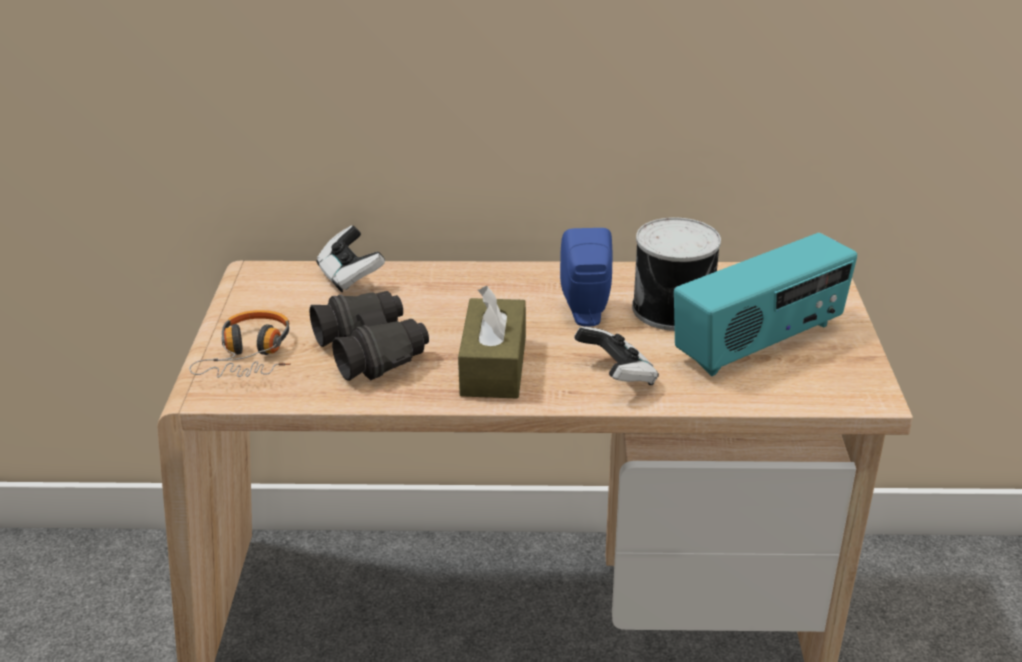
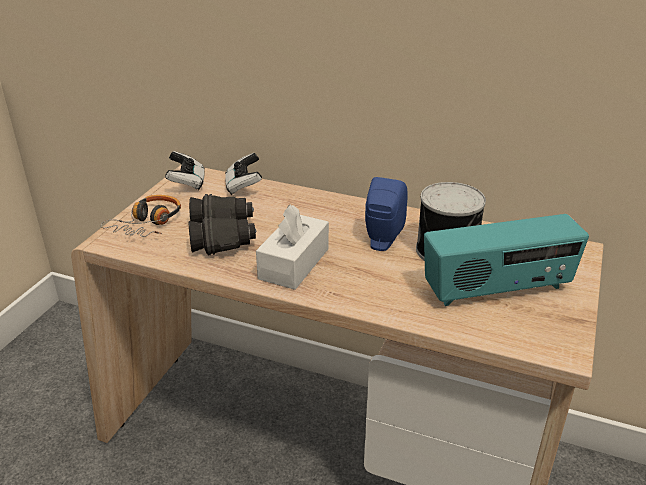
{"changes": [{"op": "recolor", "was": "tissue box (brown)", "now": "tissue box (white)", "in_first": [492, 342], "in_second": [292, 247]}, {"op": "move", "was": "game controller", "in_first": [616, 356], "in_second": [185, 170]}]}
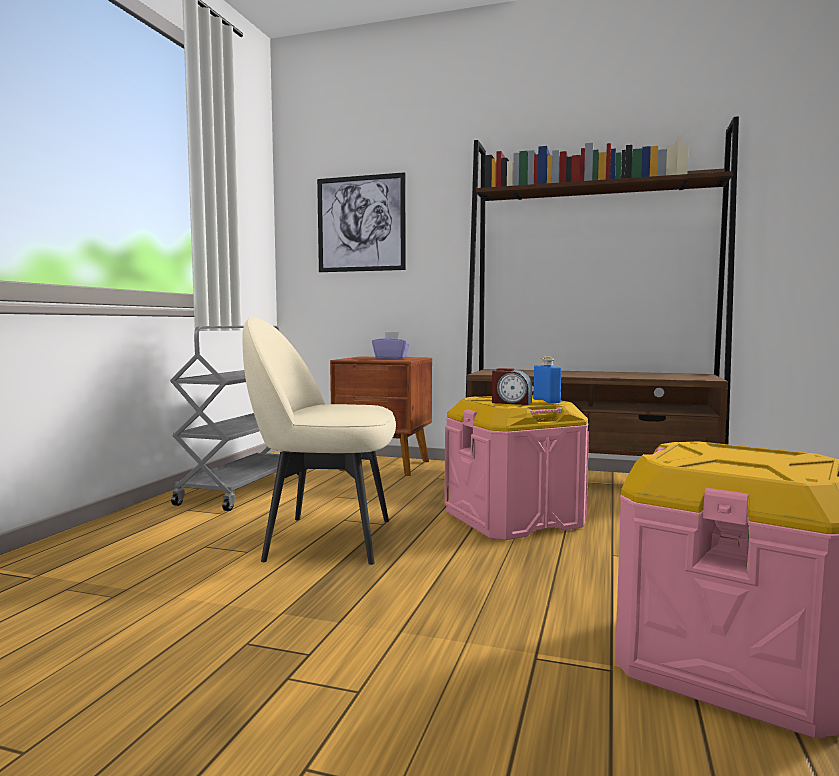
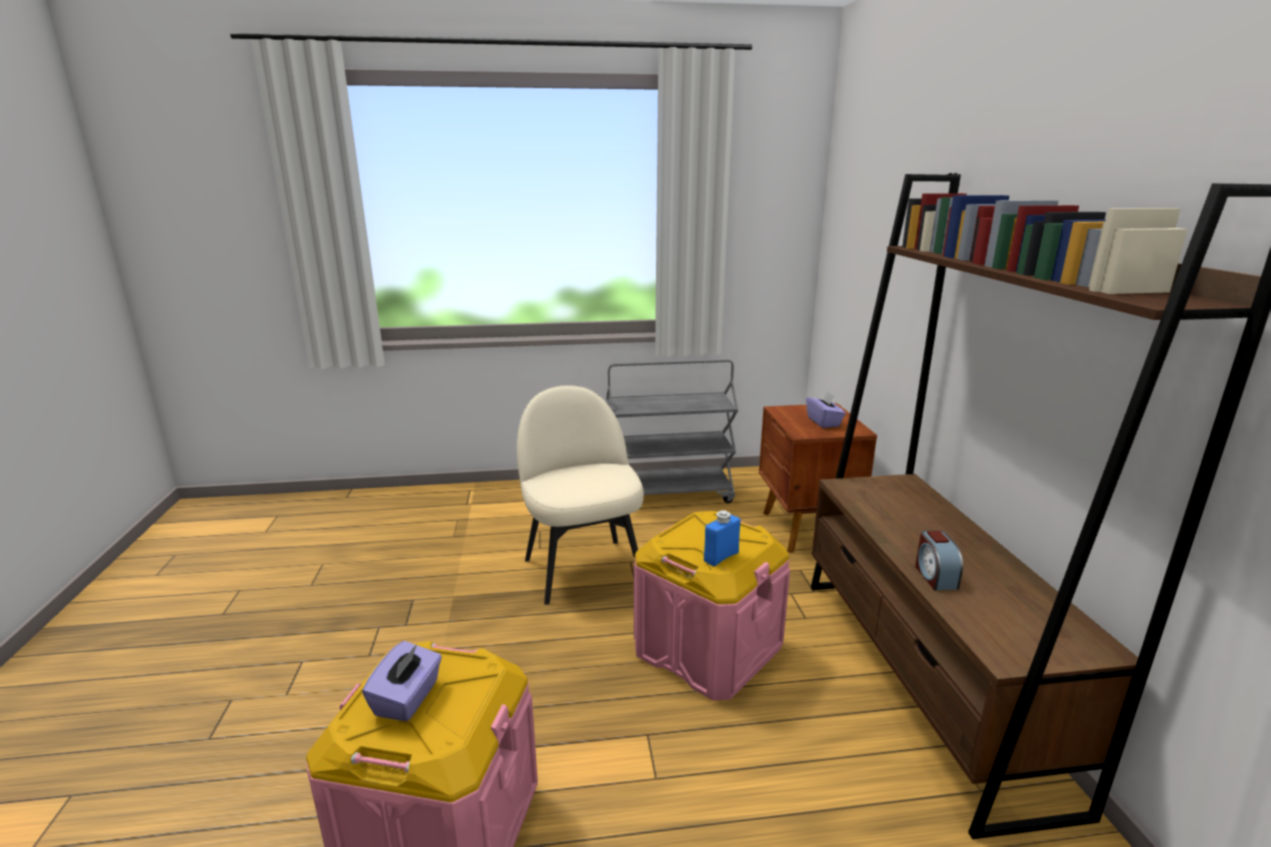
{"changes": [{"op": "delete", "was": "picture", "in_first": [361, 222]}, {"op": "move", "was": "alarm clock", "in_first": [512, 386], "in_second": [939, 560]}, {"op": "insert", "now": "tissue box (purple)", "in_second": [402, 681]}]}
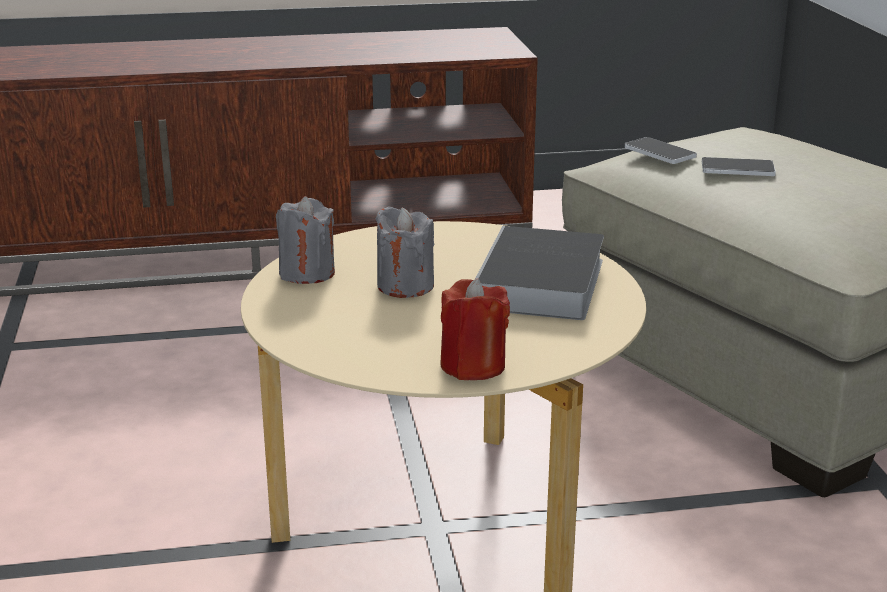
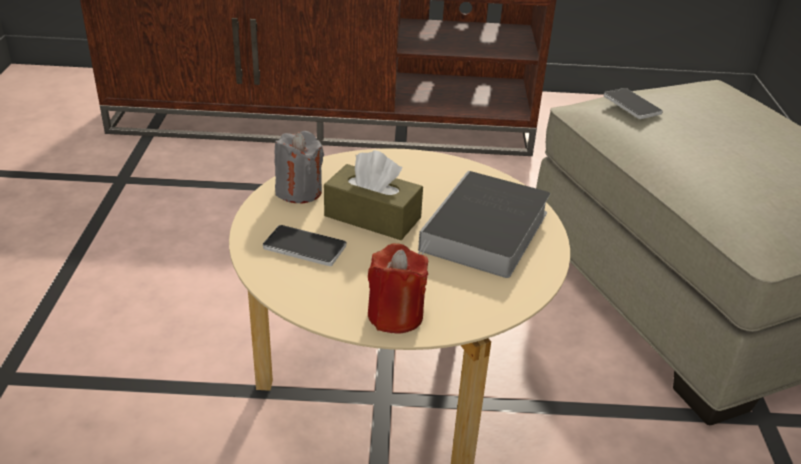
{"changes": [{"op": "move", "was": "phone", "in_first": [739, 166], "in_second": [304, 245]}, {"op": "replace", "was": "candle (grey)", "now": "tissue box (brown)", "in_first": [404, 252], "in_second": [373, 195]}]}
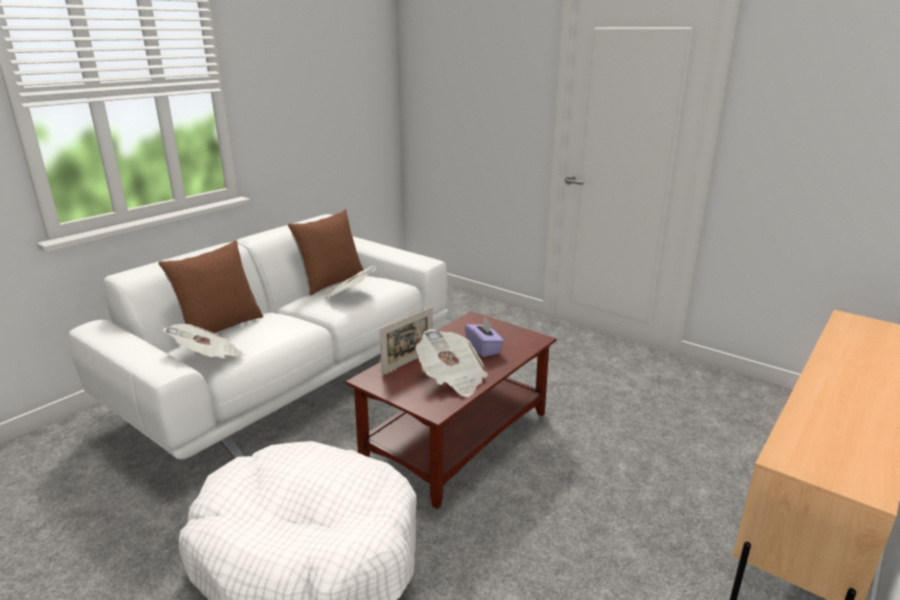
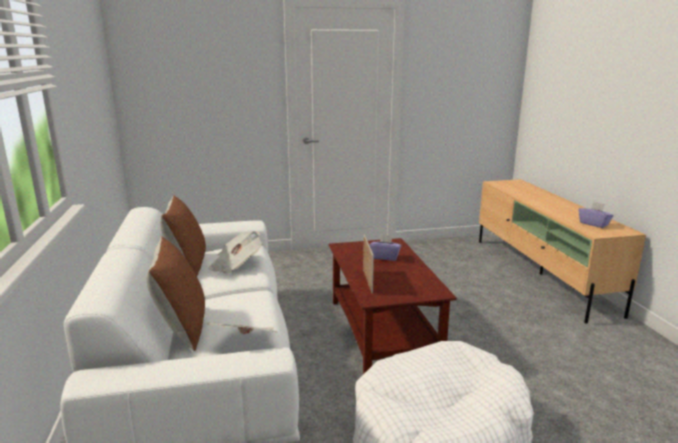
{"changes": [{"op": "delete", "was": "newspaper", "in_first": [452, 363]}, {"op": "insert", "now": "tissue box (purple)", "in_second": [596, 215]}]}
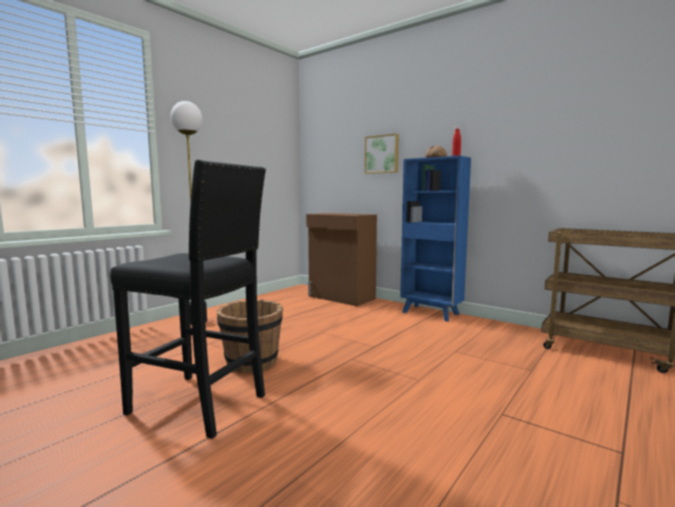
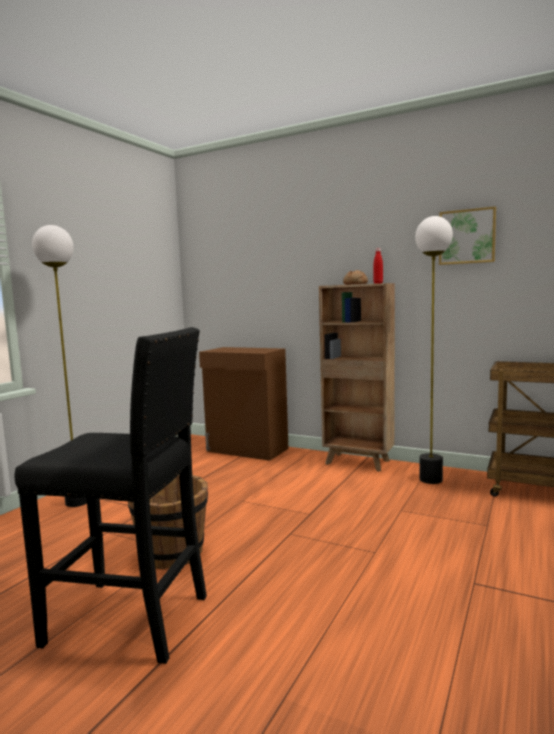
{"changes": [{"op": "move", "was": "picture", "in_first": [382, 153], "in_second": [467, 235]}, {"op": "recolor", "was": "bookcase (blue)", "now": "bookcase (brown)", "in_first": [435, 239], "in_second": [357, 377]}, {"op": "insert", "now": "floor lamp", "in_second": [434, 350]}]}
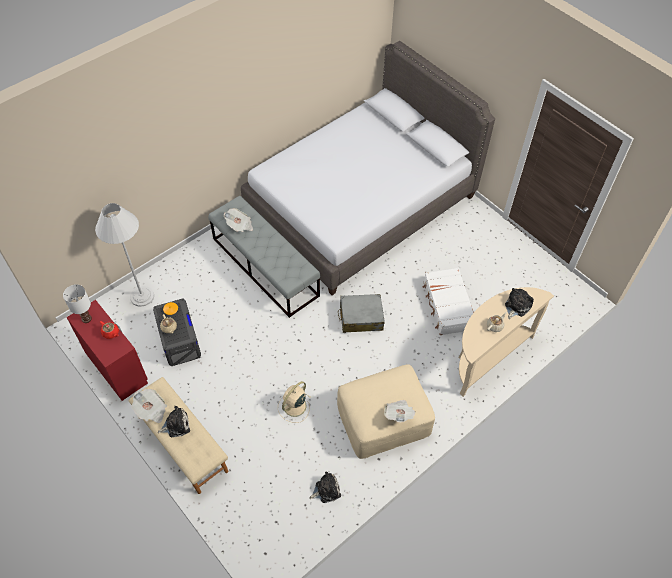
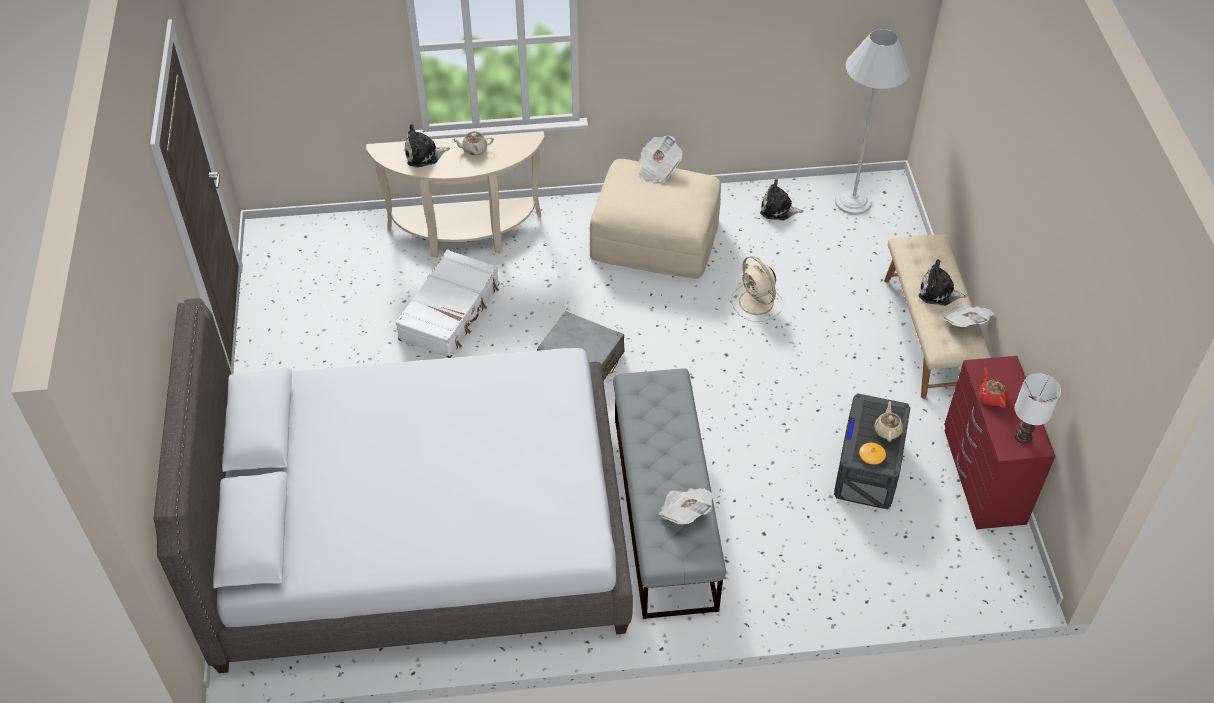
{"changes": [{"op": "move", "was": "floor lamp (white)", "in_first": [124, 255], "in_second": [872, 121]}, {"op": "rotate", "was": "fan (beige)", "in_first": [294, 402], "in_second": [757, 289], "clockwise": 75}]}
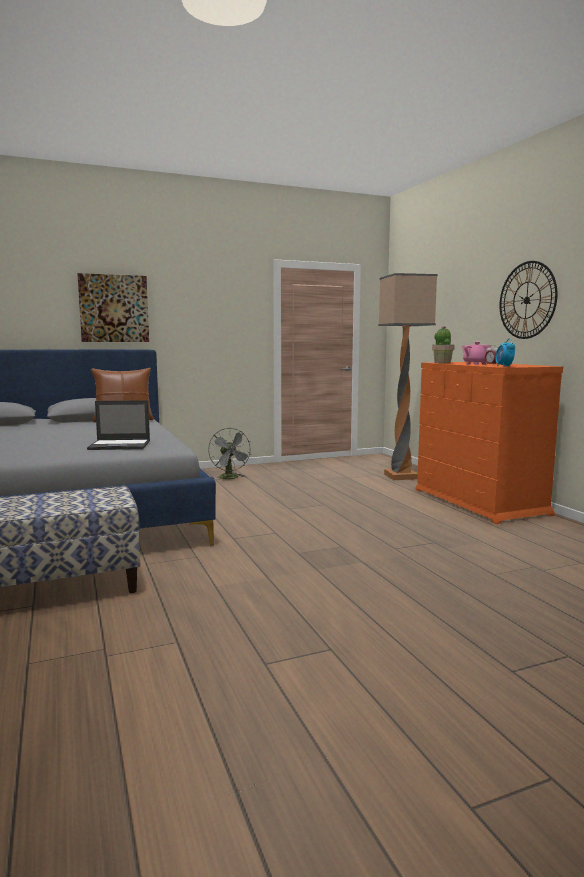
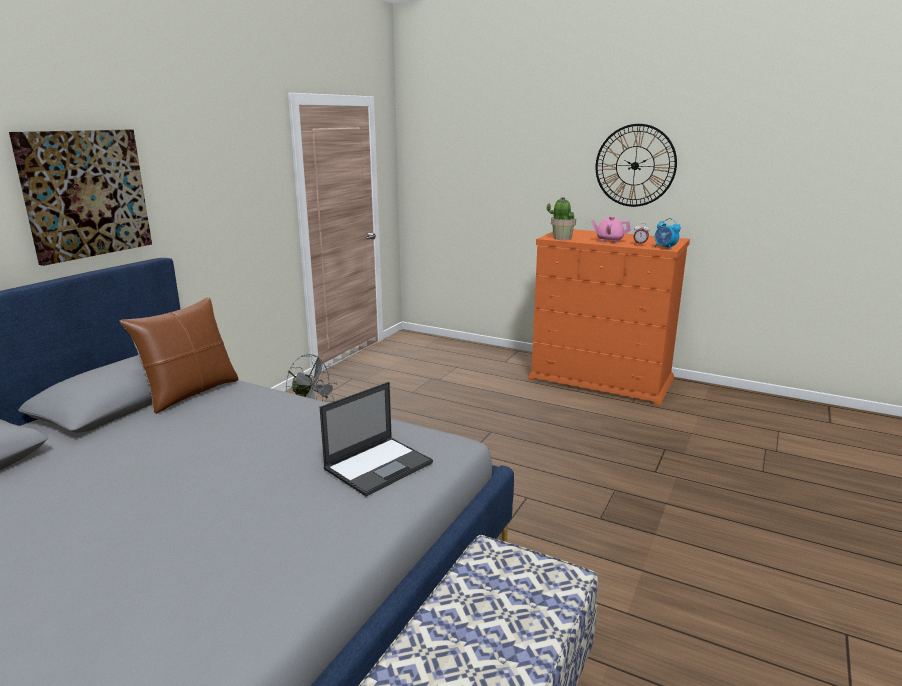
{"changes": [{"op": "delete", "was": "floor lamp", "in_first": [408, 376]}]}
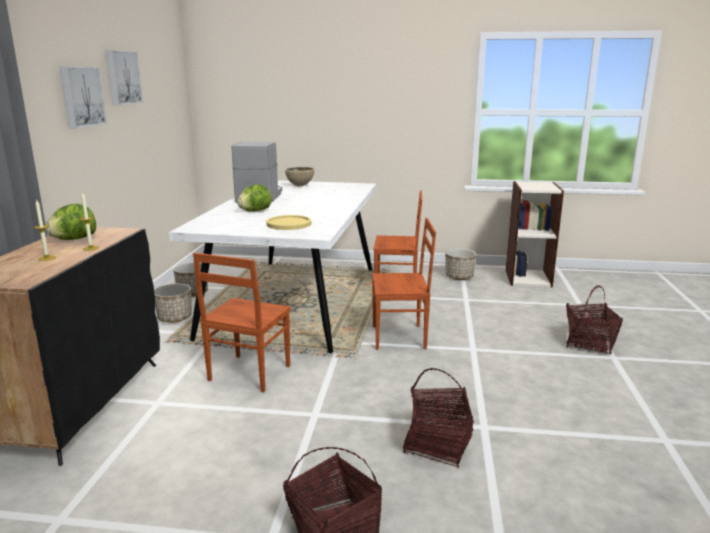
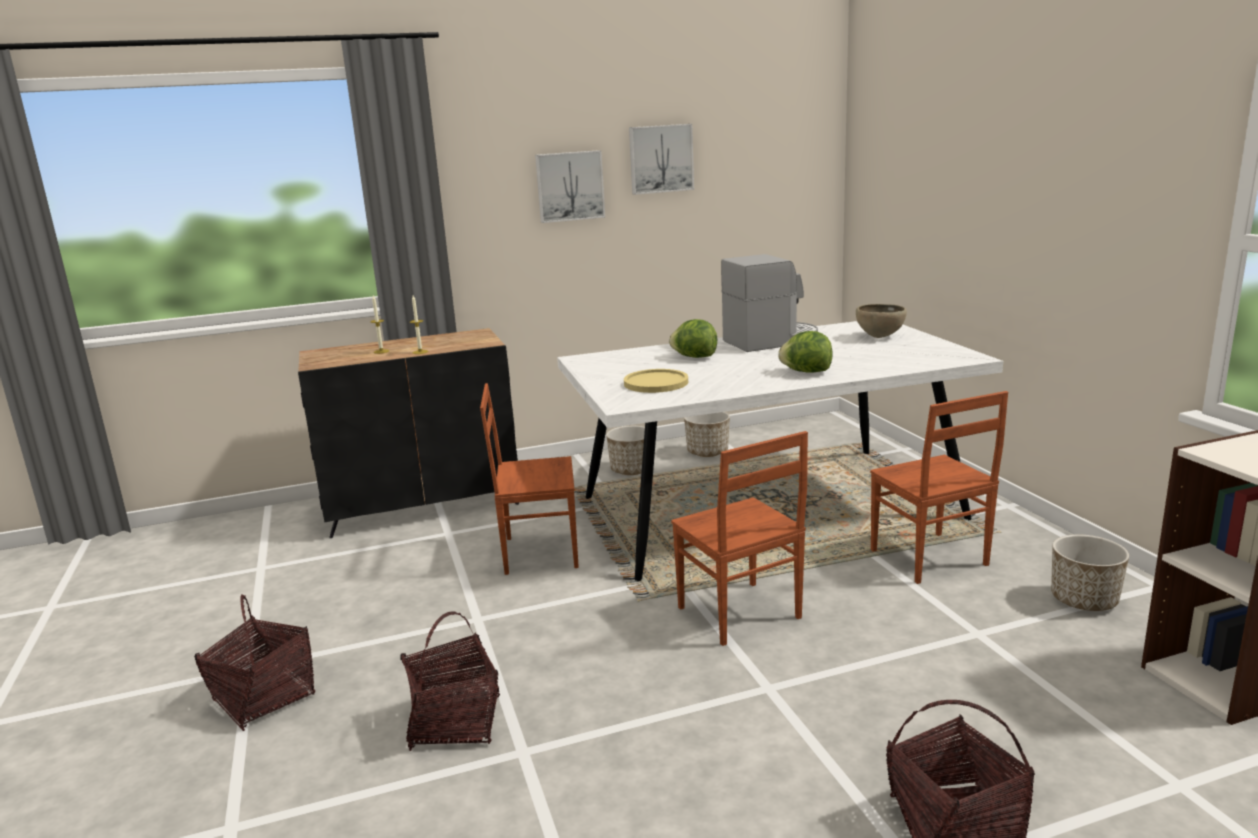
{"changes": [{"op": "move", "was": "lettuce", "in_first": [71, 221], "in_second": [805, 352]}]}
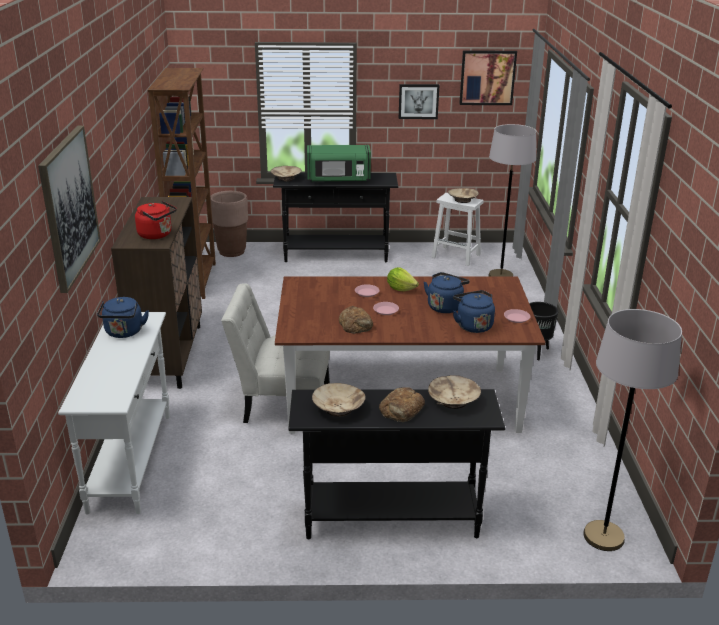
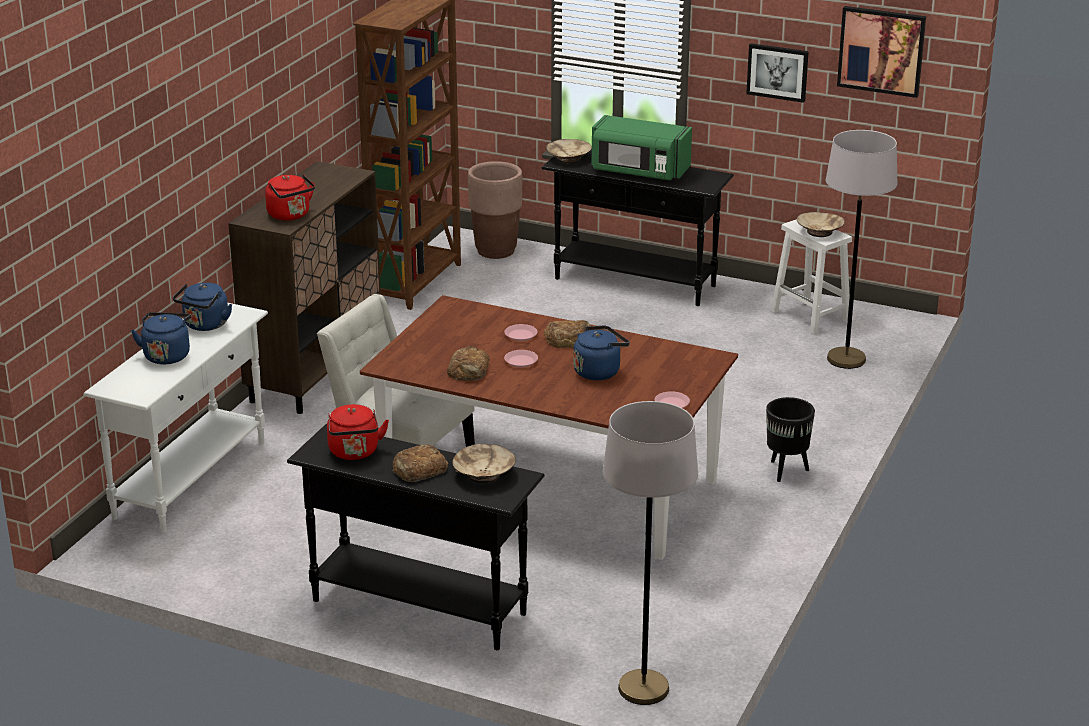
{"changes": [{"op": "delete", "was": "picture", "in_first": [69, 209]}, {"op": "replace", "was": "lettuce", "now": "bread", "in_first": [403, 279], "in_second": [567, 334]}, {"op": "move", "was": "kettle (blue)", "in_first": [474, 311], "in_second": [161, 338]}, {"op": "replace", "was": "bowl (beige)", "now": "kettle (red)", "in_first": [339, 400], "in_second": [358, 432]}]}
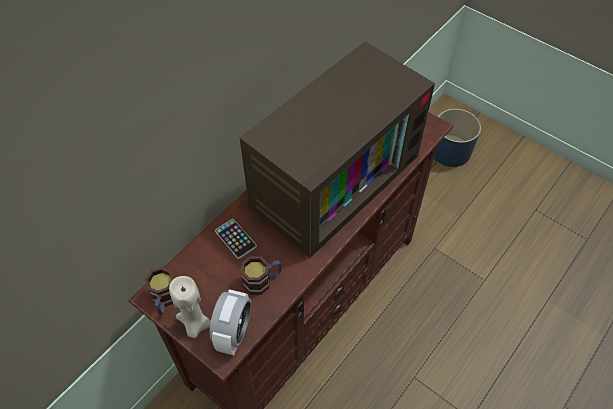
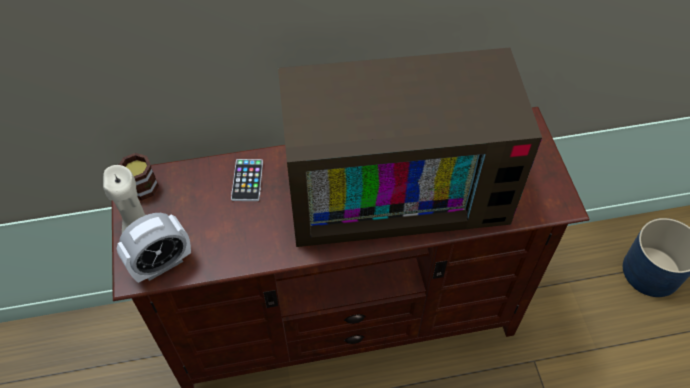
{"changes": [{"op": "delete", "was": "mug", "in_first": [261, 275]}]}
